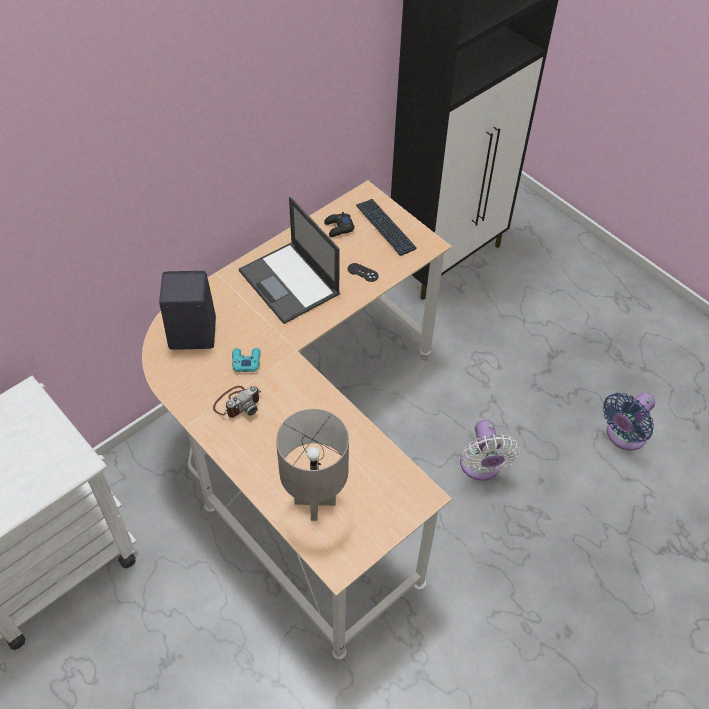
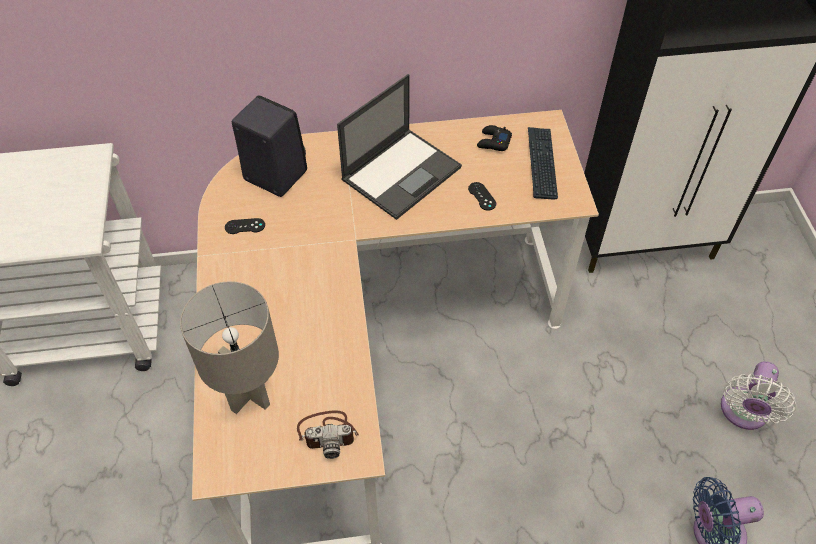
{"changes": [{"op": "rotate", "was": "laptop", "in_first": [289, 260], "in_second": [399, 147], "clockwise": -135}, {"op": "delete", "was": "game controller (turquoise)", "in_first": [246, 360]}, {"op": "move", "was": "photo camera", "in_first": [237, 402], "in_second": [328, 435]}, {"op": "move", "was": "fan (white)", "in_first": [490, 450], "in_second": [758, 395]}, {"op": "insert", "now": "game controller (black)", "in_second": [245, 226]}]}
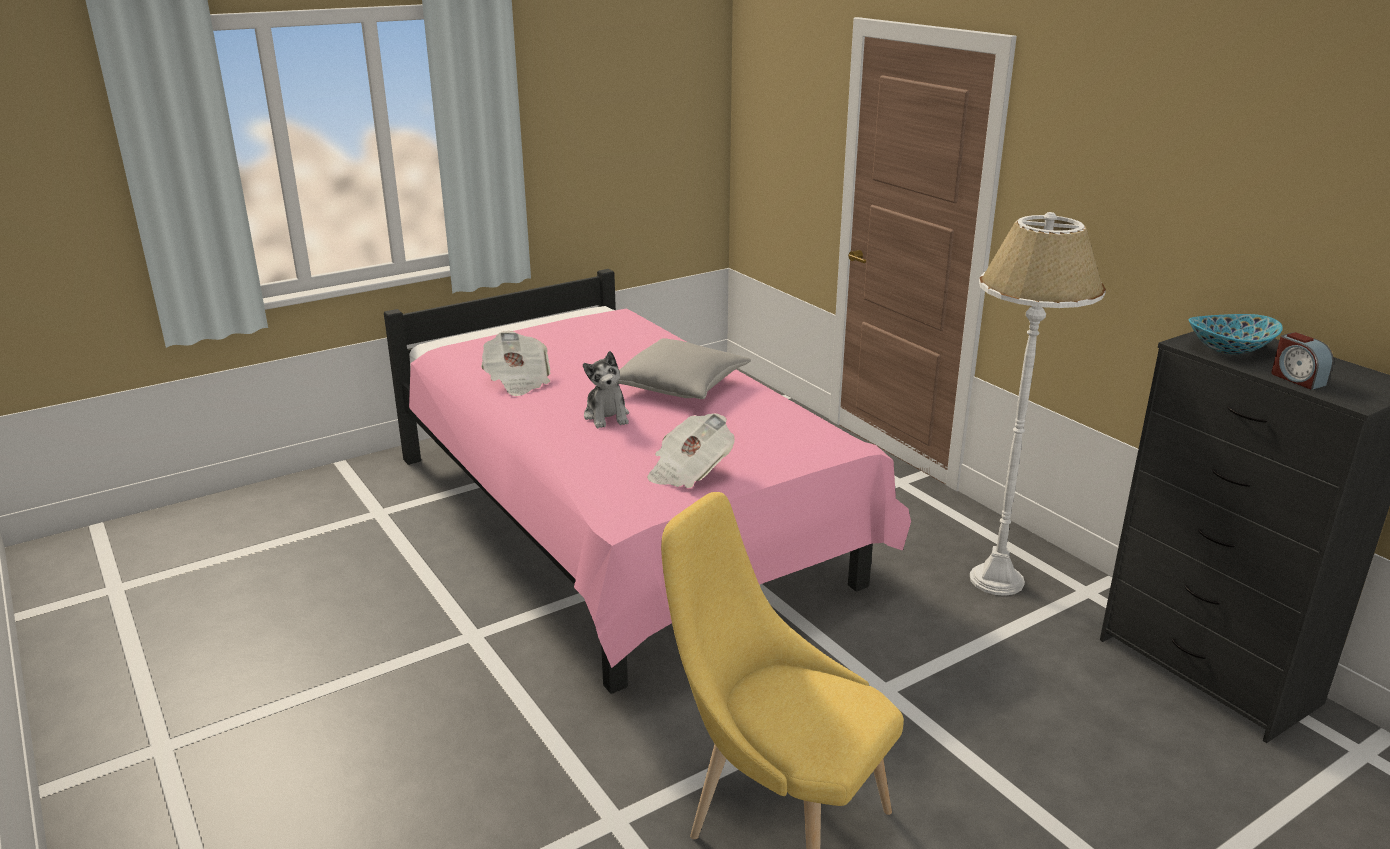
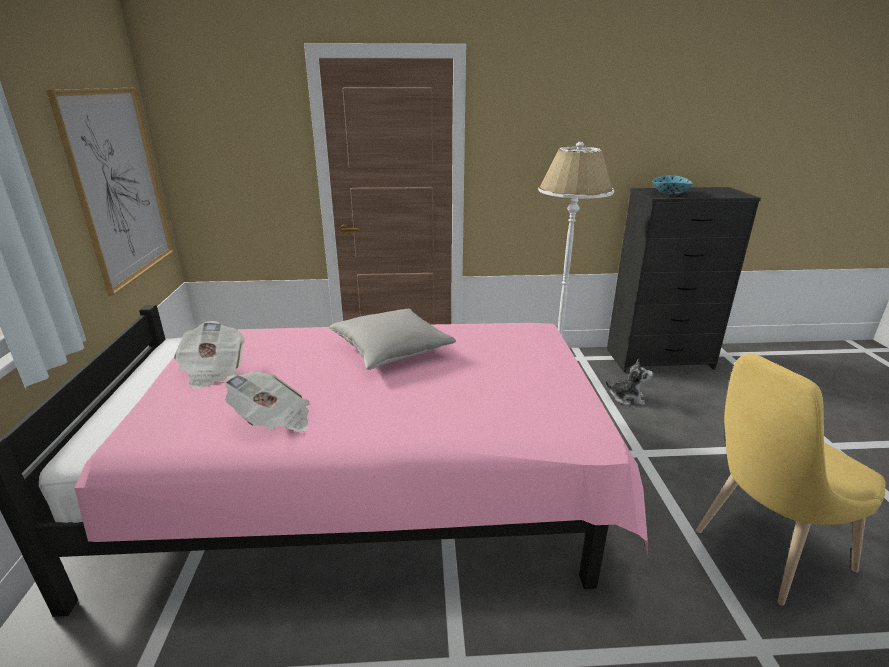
{"changes": [{"op": "delete", "was": "alarm clock", "in_first": [1302, 361]}, {"op": "move", "was": "plush toy", "in_first": [606, 389], "in_second": [629, 382]}, {"op": "move", "was": "newspaper", "in_first": [691, 450], "in_second": [209, 355]}, {"op": "insert", "now": "picture", "in_second": [110, 192]}]}
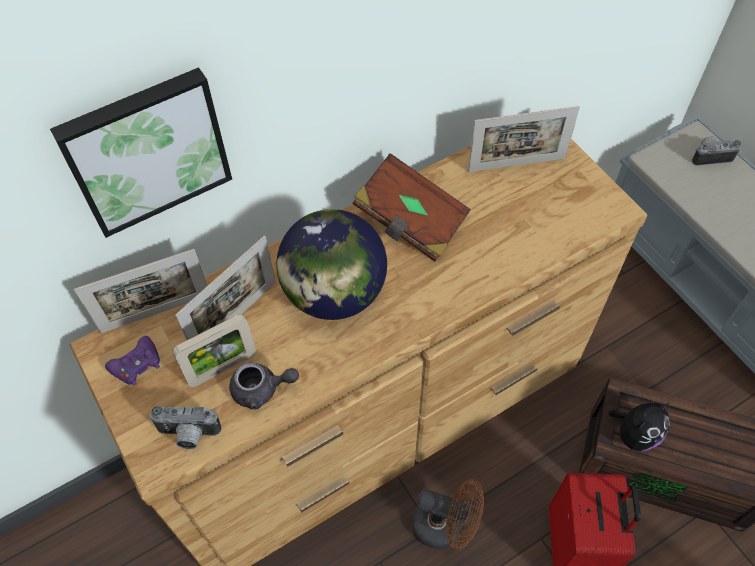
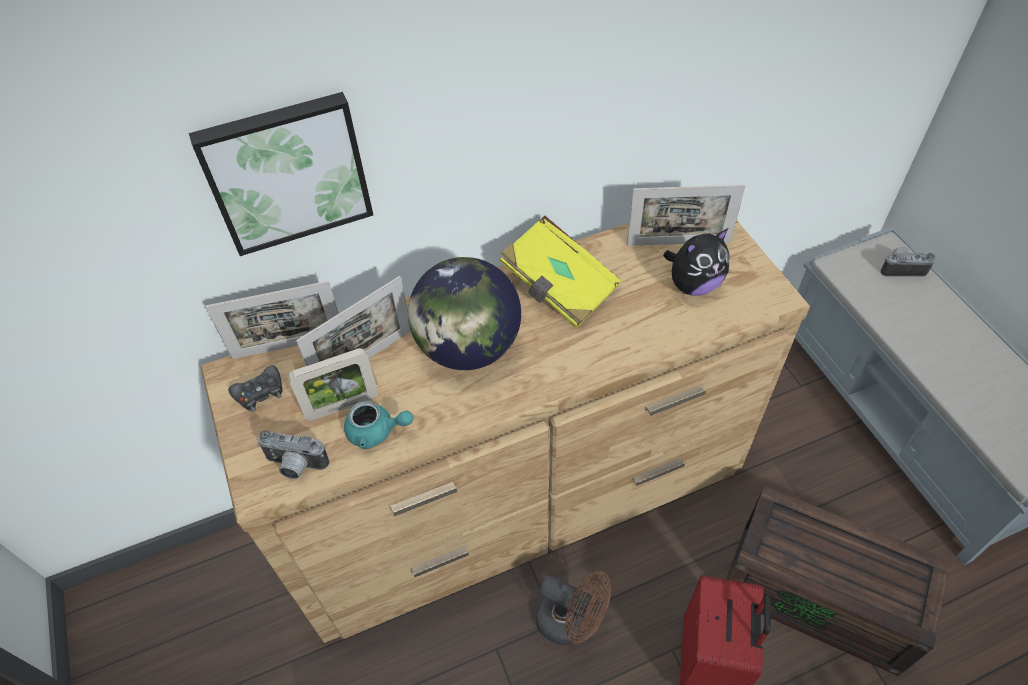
{"changes": [{"op": "recolor", "was": "book (brown)", "now": "book (yellow)", "in_first": [412, 207], "in_second": [561, 272]}, {"op": "recolor", "was": "game controller (purple)", "now": "game controller (black)", "in_first": [132, 361], "in_second": [255, 388]}, {"op": "recolor", "was": "teapot (grey)", "now": "teapot (turquoise)", "in_first": [264, 386], "in_second": [378, 425]}, {"op": "move", "was": "plush toy", "in_first": [639, 426], "in_second": [696, 262]}]}
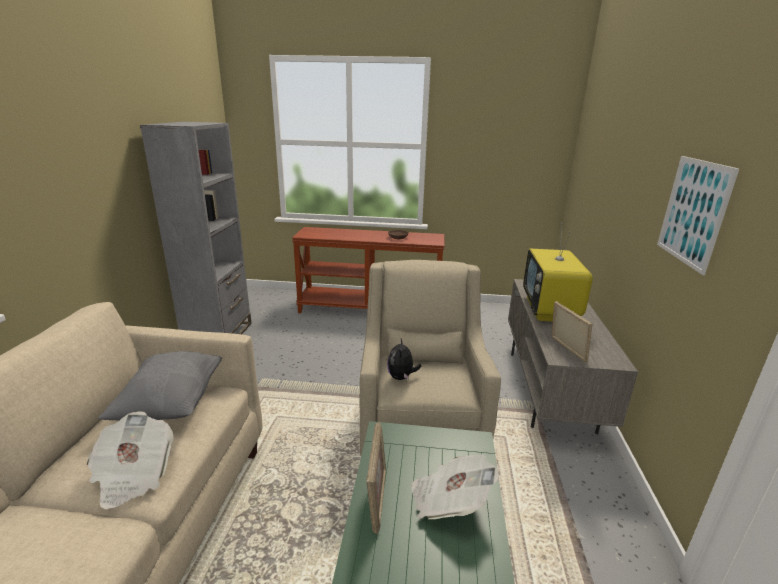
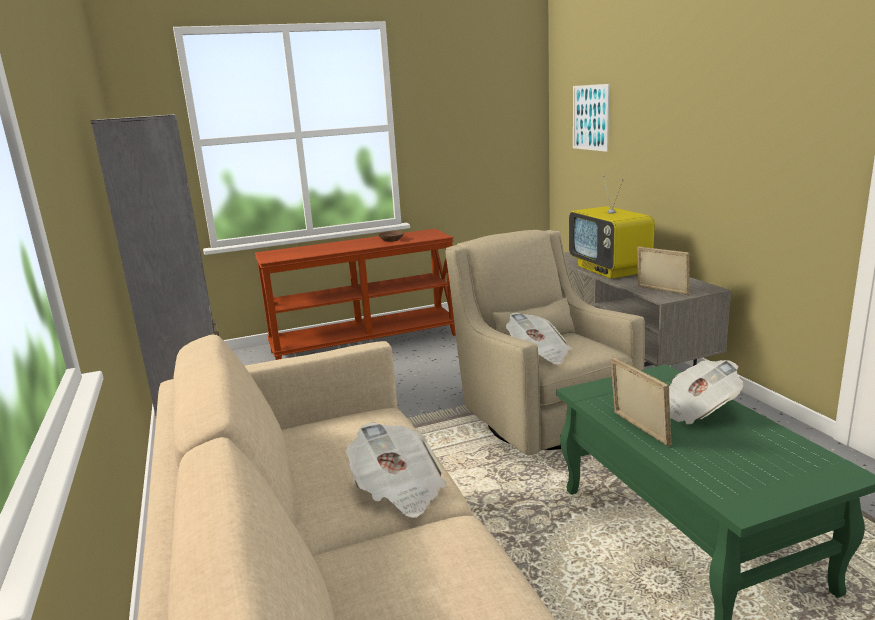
{"changes": [{"op": "move", "was": "picture", "in_first": [698, 215], "in_second": [591, 118]}, {"op": "replace", "was": "plush toy", "now": "newspaper", "in_first": [404, 359], "in_second": [538, 338]}, {"op": "delete", "was": "pillow (grey)", "in_first": [160, 386]}]}
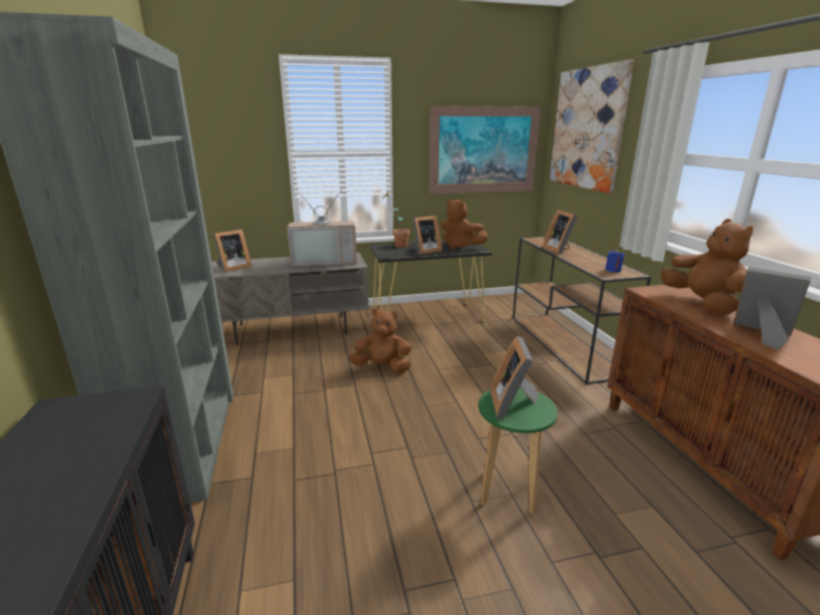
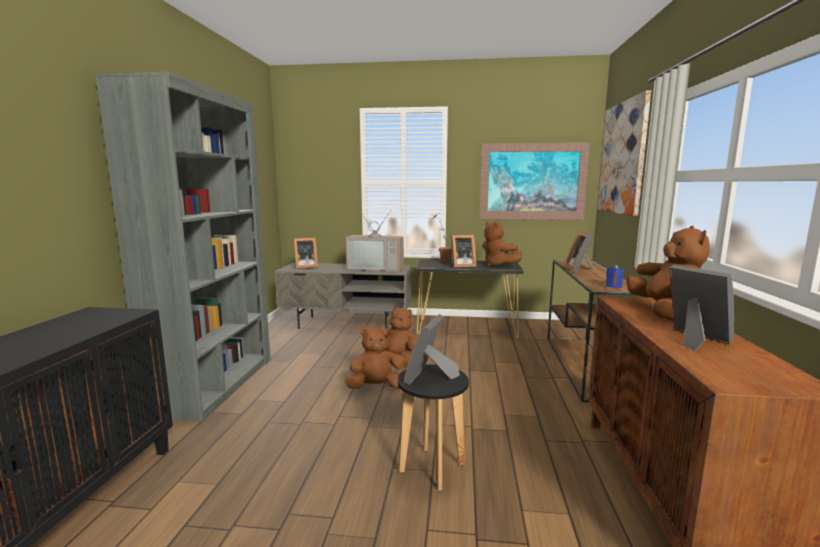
{"changes": [{"op": "recolor", "was": "stool (green)", "now": "stool (black)", "in_first": [517, 451], "in_second": [433, 427]}, {"op": "insert", "now": "plush toy (brown)", "in_second": [375, 357]}]}
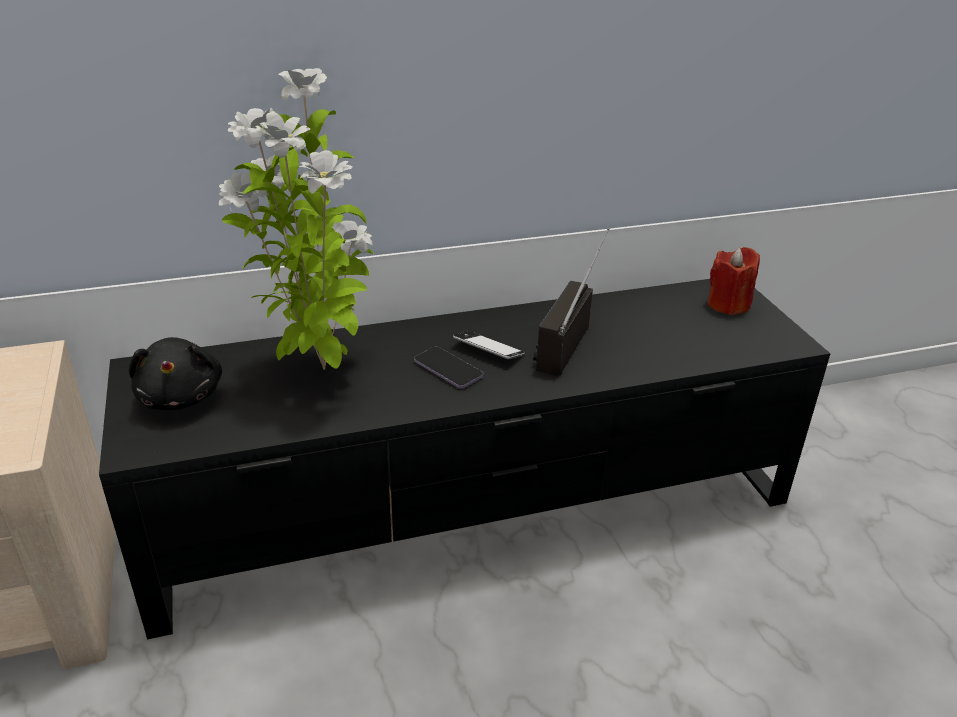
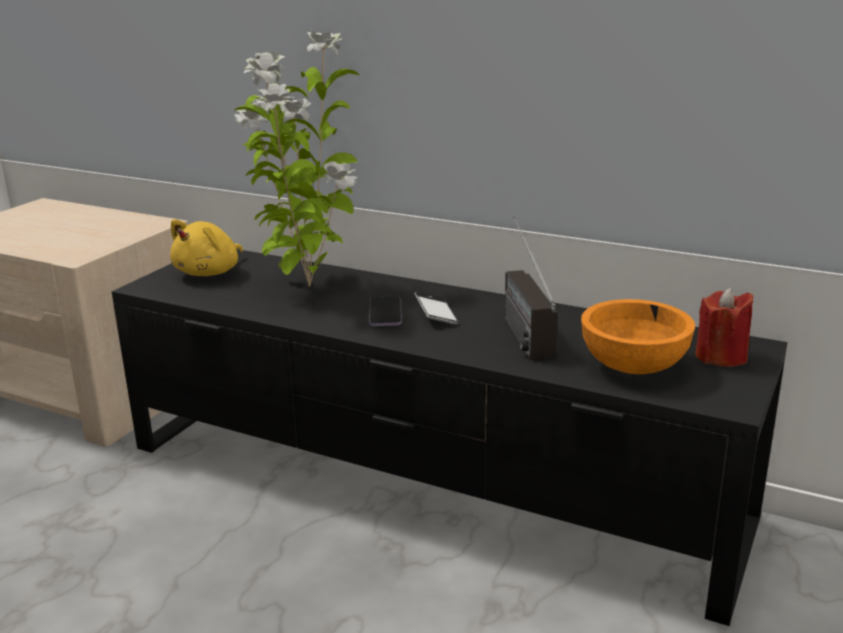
{"changes": [{"op": "rotate", "was": "radio", "in_first": [571, 302], "in_second": [531, 288], "clockwise": -75}, {"op": "recolor", "was": "plush toy (black)", "now": "plush toy (yellow)", "in_first": [175, 373], "in_second": [206, 247]}, {"op": "insert", "now": "bowl (orange)", "in_second": [638, 336]}]}
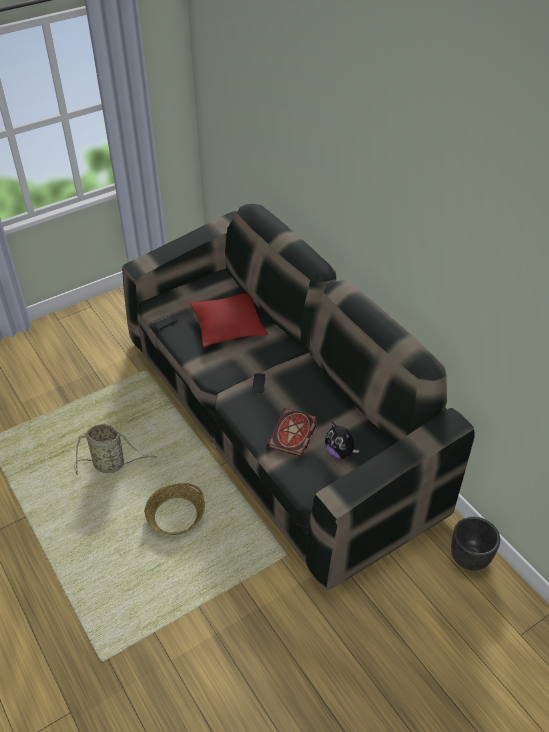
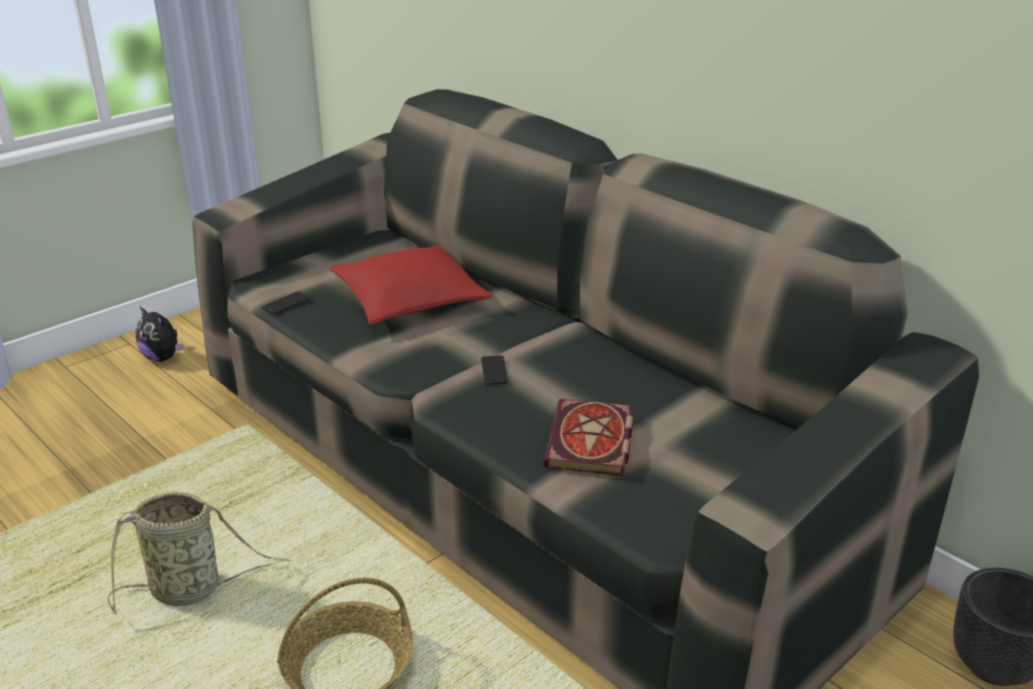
{"changes": [{"op": "move", "was": "plush toy", "in_first": [342, 440], "in_second": [160, 334]}]}
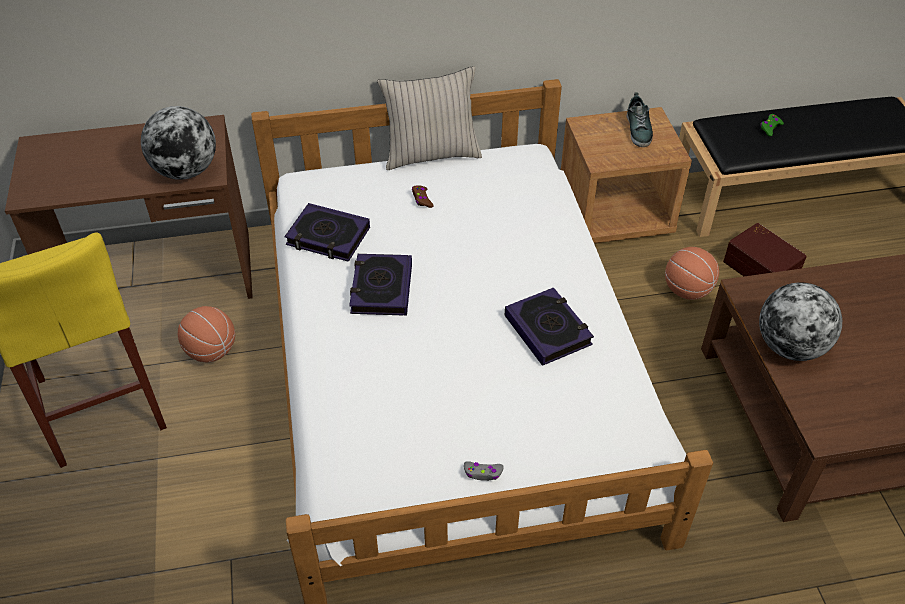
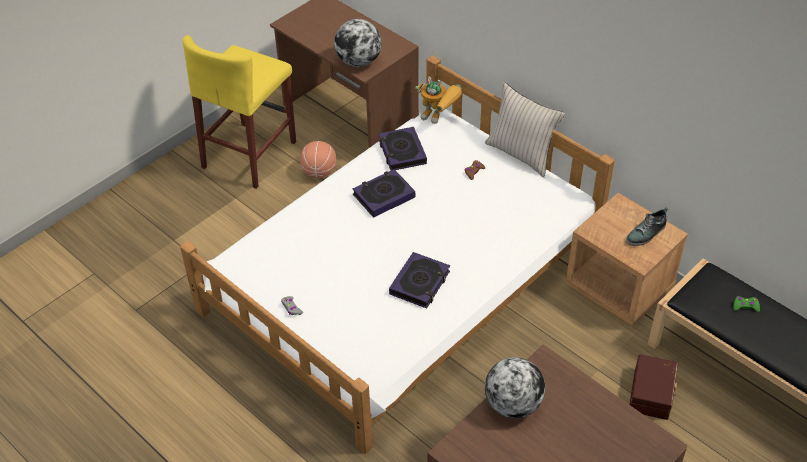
{"changes": [{"op": "delete", "was": "basketball", "in_first": [692, 273]}, {"op": "insert", "now": "toy robot", "in_second": [438, 100]}]}
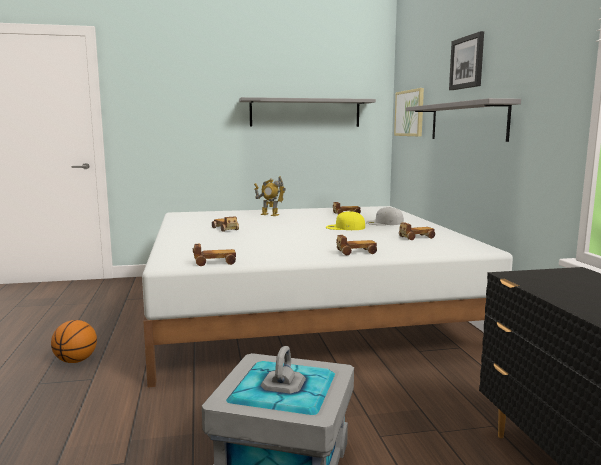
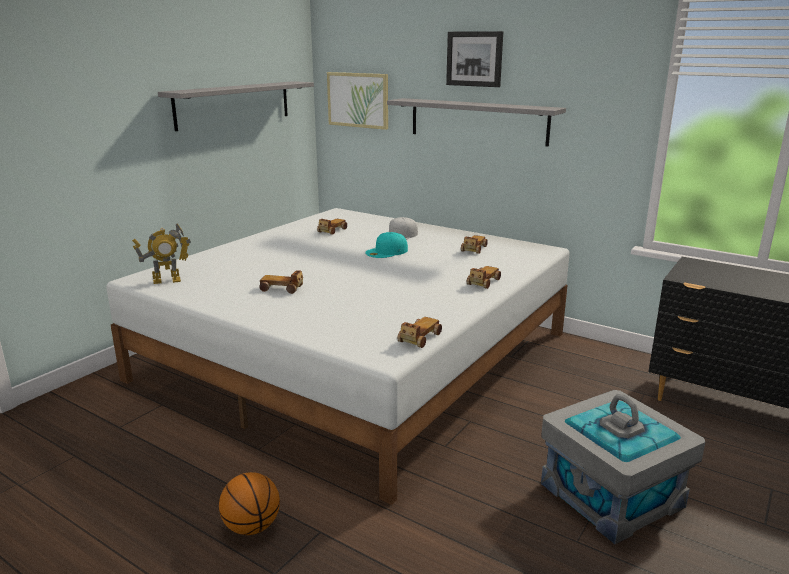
{"changes": [{"op": "move", "was": "toy robot", "in_first": [270, 196], "in_second": [161, 253]}, {"op": "recolor", "was": "cap (yellow)", "now": "cap (turquoise)", "in_first": [345, 220], "in_second": [386, 245]}]}
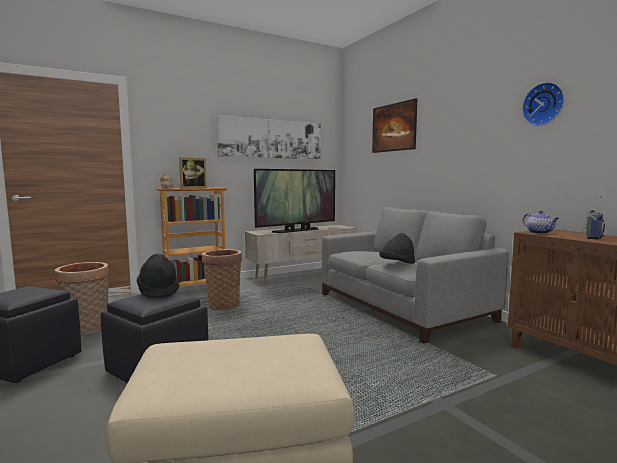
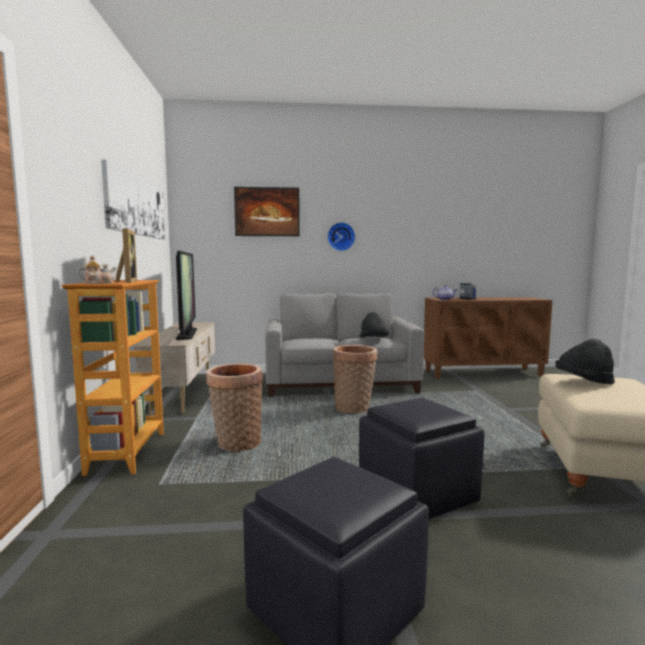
{"changes": [{"op": "move", "was": "wall clock", "in_first": [543, 104], "in_second": [341, 236]}, {"op": "move", "was": "hat (black)", "in_first": [158, 276], "in_second": [585, 361]}, {"op": "move", "was": "basket", "in_first": [82, 298], "in_second": [355, 379]}]}
